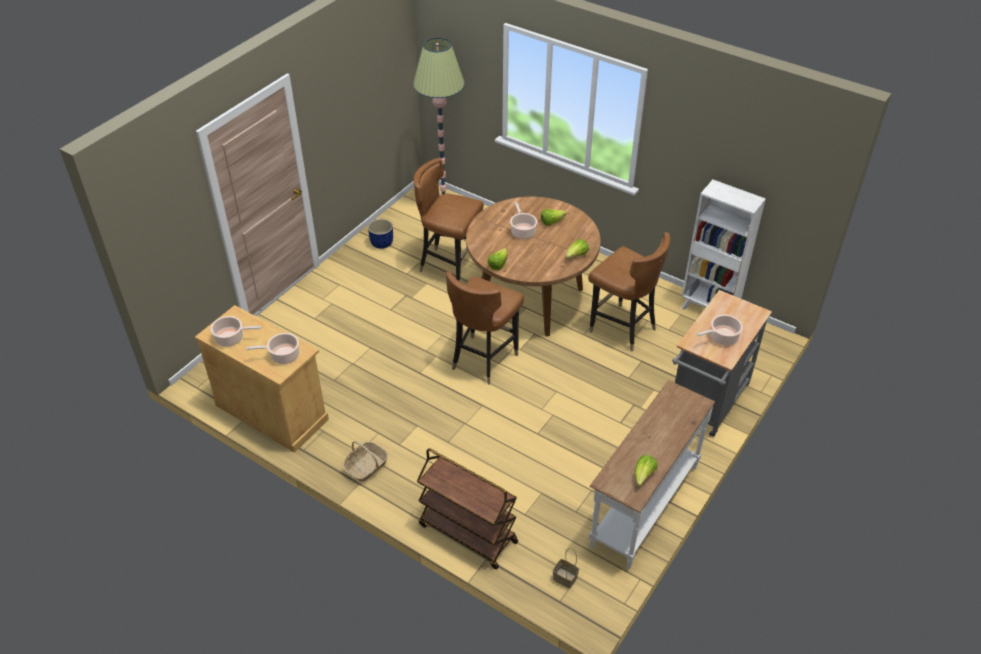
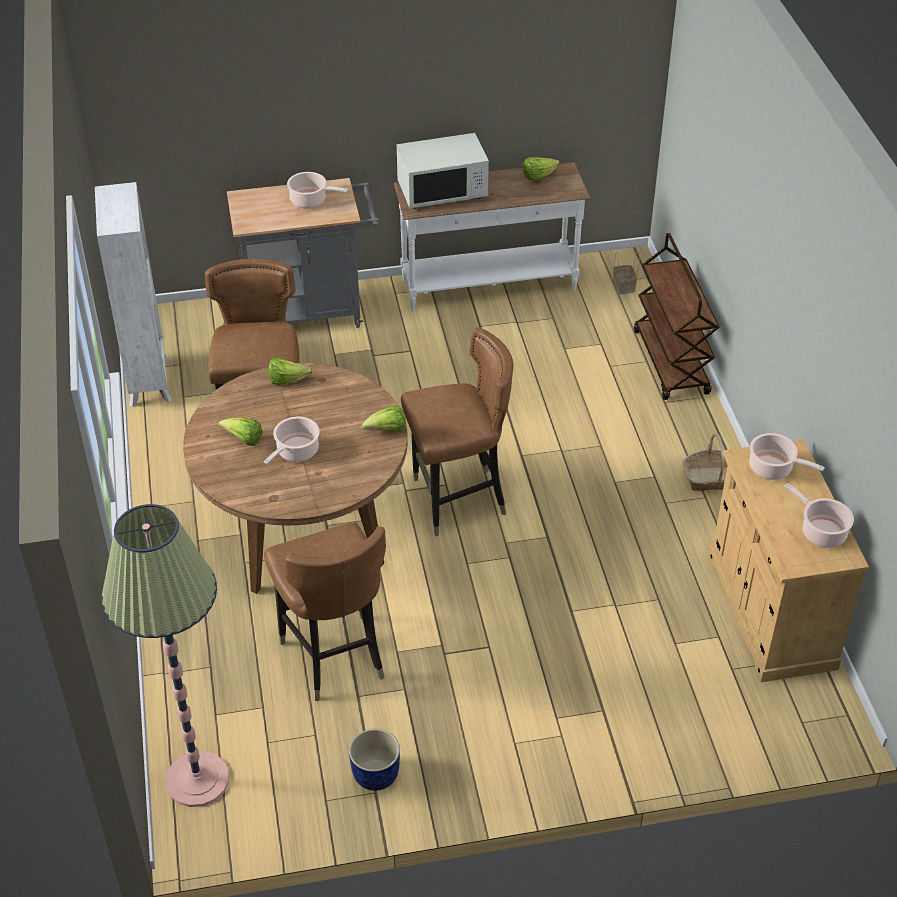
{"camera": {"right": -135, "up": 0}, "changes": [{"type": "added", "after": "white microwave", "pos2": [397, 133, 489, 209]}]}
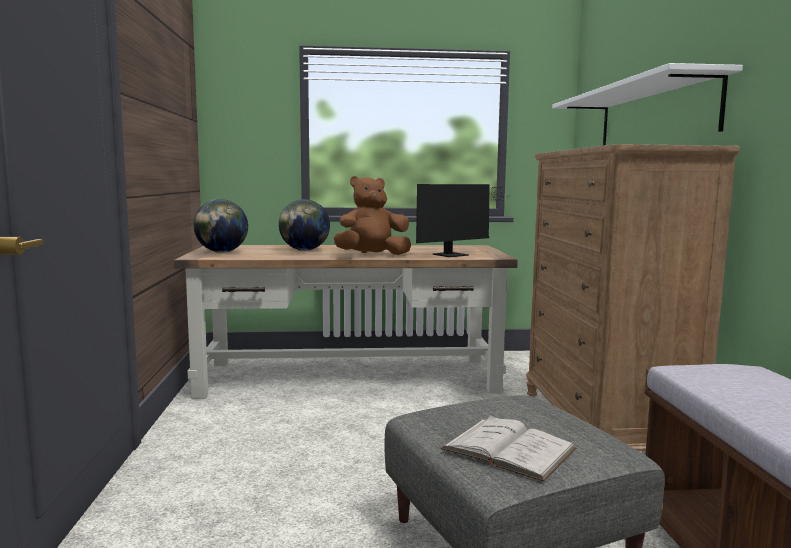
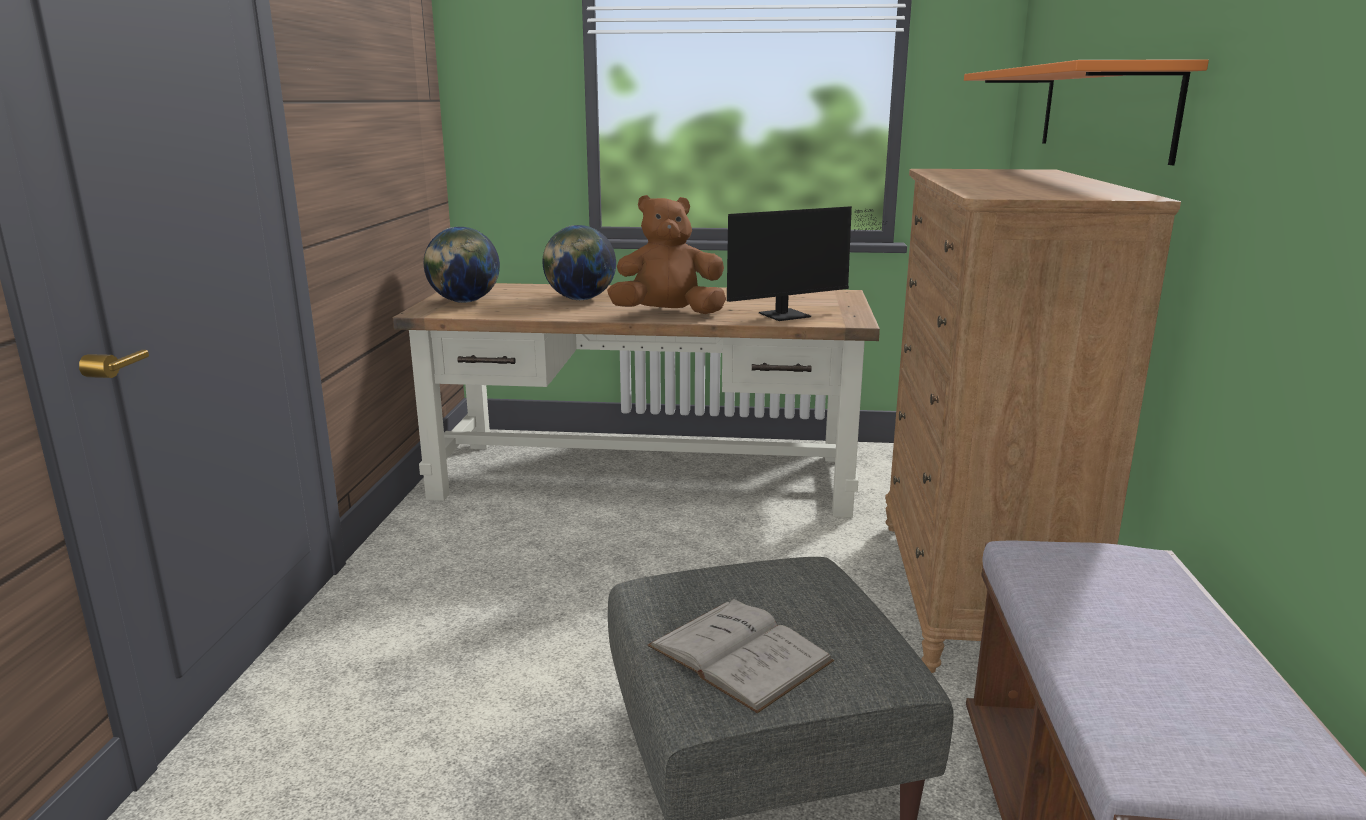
{"camera": {"right": 10, "up": 10}, "changes": [{"type": "recoloured", "before": "white shelf", "after": "orange shelf", "pos1": [552, 63, 743, 145], "pos2": [964, 59, 1209, 165]}]}
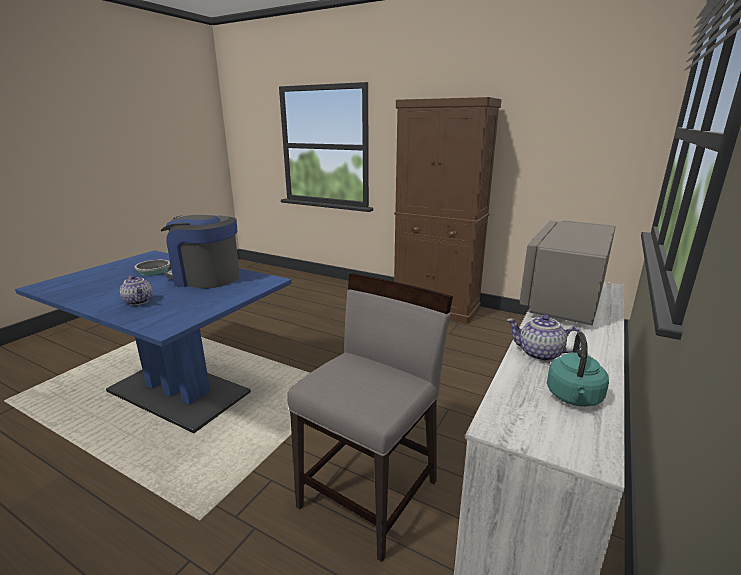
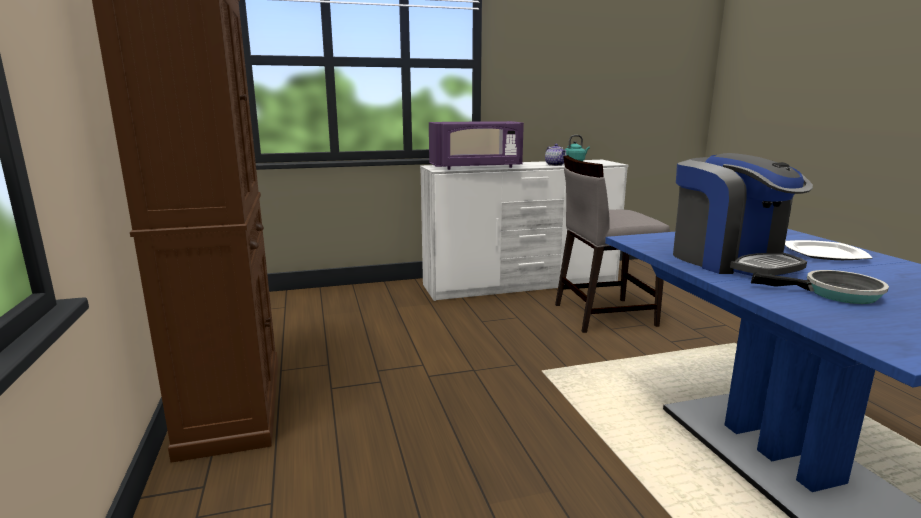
{"camera": {"right": -135, "up": -5}, "changes": [{"type": "replaced", "before": "teapot", "after": "plate", "pos1": [120, 275, 153, 305], "pos2": [785, 240, 872, 260]}, {"type": "recoloured", "before": "grey microwave", "after": "purple microwave", "pos1": [520, 220, 616, 325], "pos2": [429, 121, 524, 170]}]}
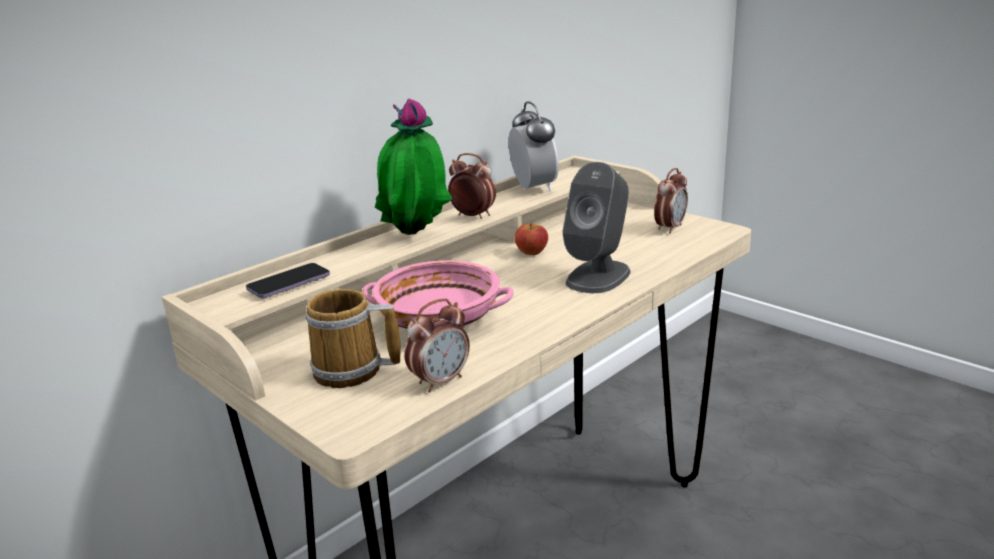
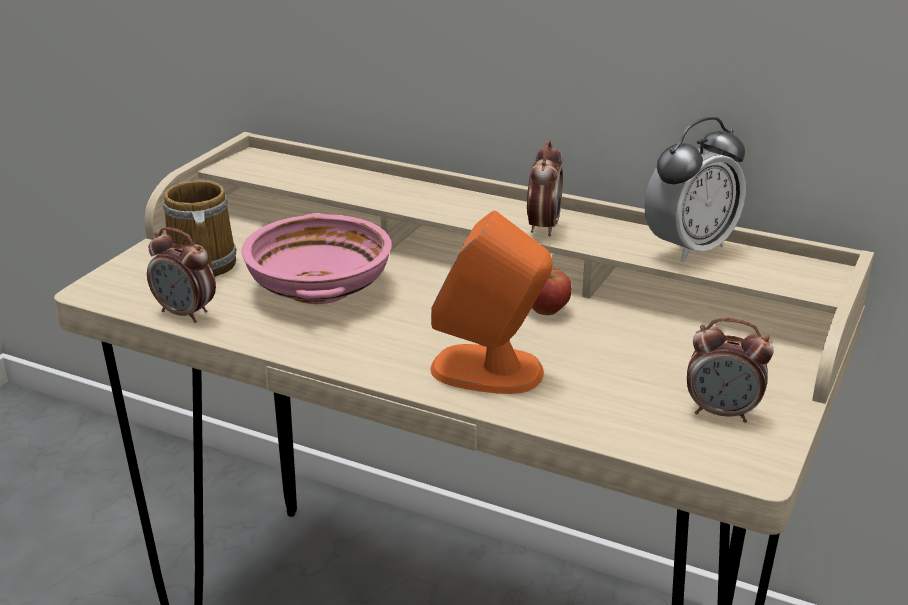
{"camera": {"right": 70, "up": 5}, "changes": [{"type": "removed", "before": "phone", "pos1": [246, 263, 330, 298]}, {"type": "removed", "before": "potted plant", "pos1": [375, 98, 452, 235]}, {"type": "recoloured", "before": "grey speaker", "after": "orange speaker", "pos1": [562, 162, 630, 293], "pos2": [431, 211, 553, 394]}]}
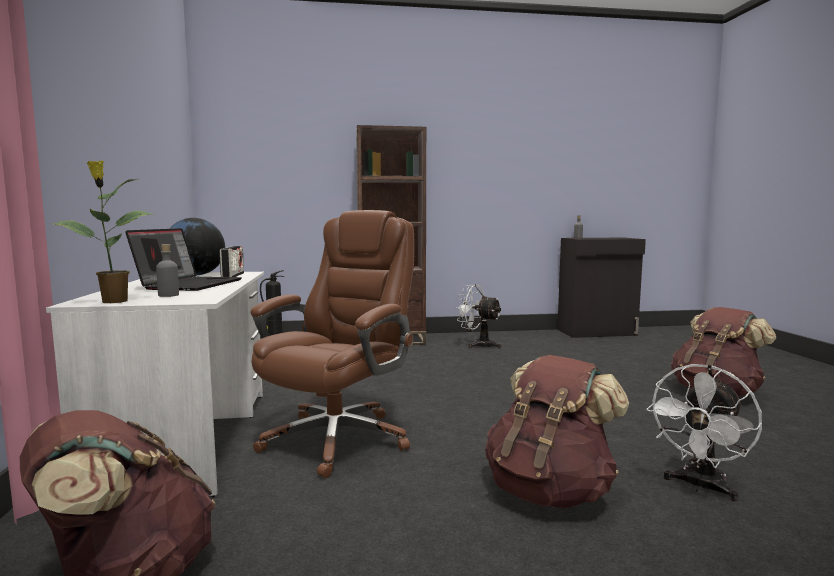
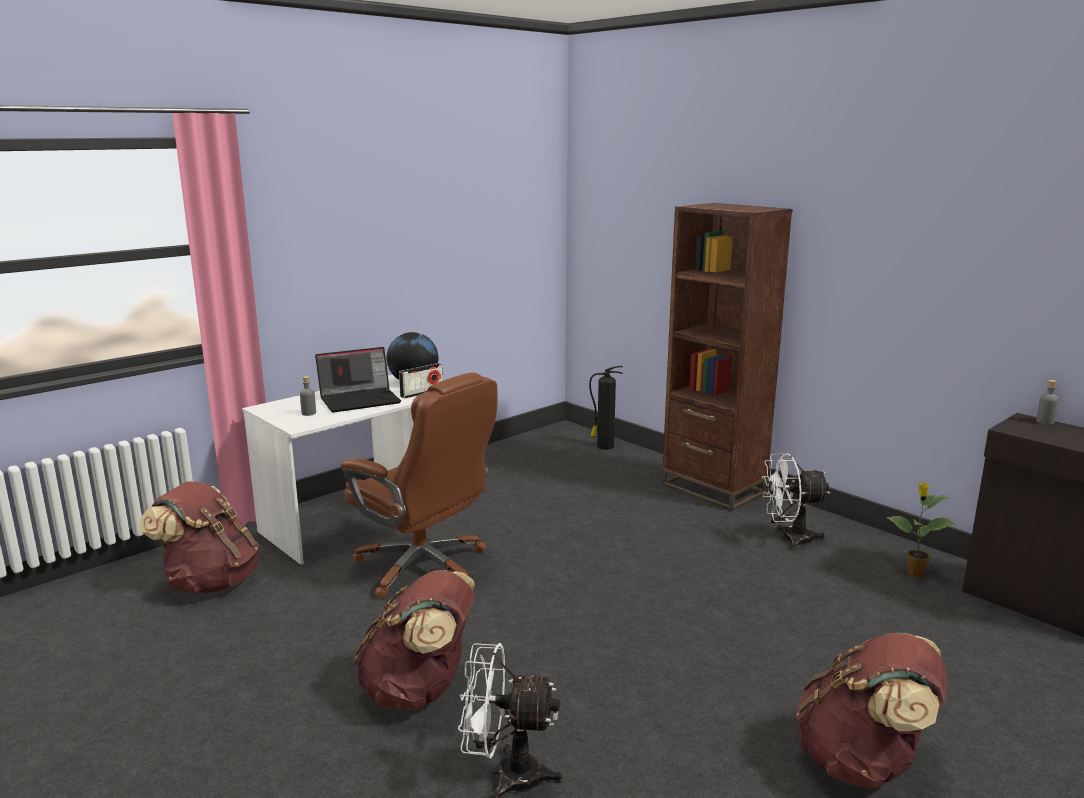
{"camera": {"right": 55, "up": 10}, "changes": [{"type": "moved", "before": "potted plant", "pos1": [52, 161, 152, 303], "pos2": [887, 482, 956, 578]}, {"type": "turned", "before": "brown office chair", "pos1": [250, 210, 415, 478], "pos2": [340, 372, 498, 599], "turn": 45}, {"type": "turned", "before": "white fan", "pos1": [456, 284, 502, 348], "pos2": [762, 453, 830, 551], "turn": -90}]}
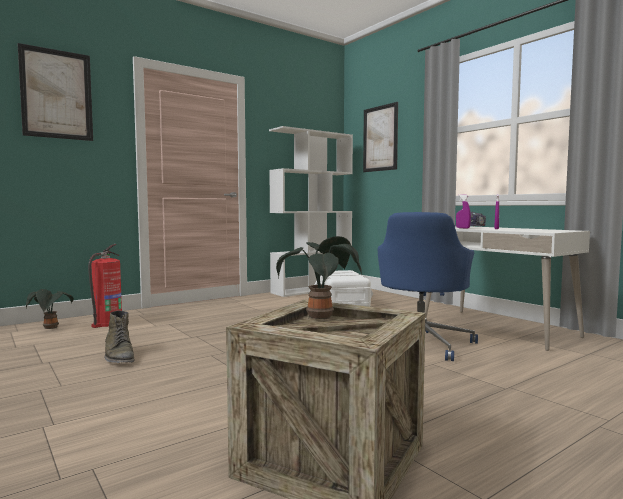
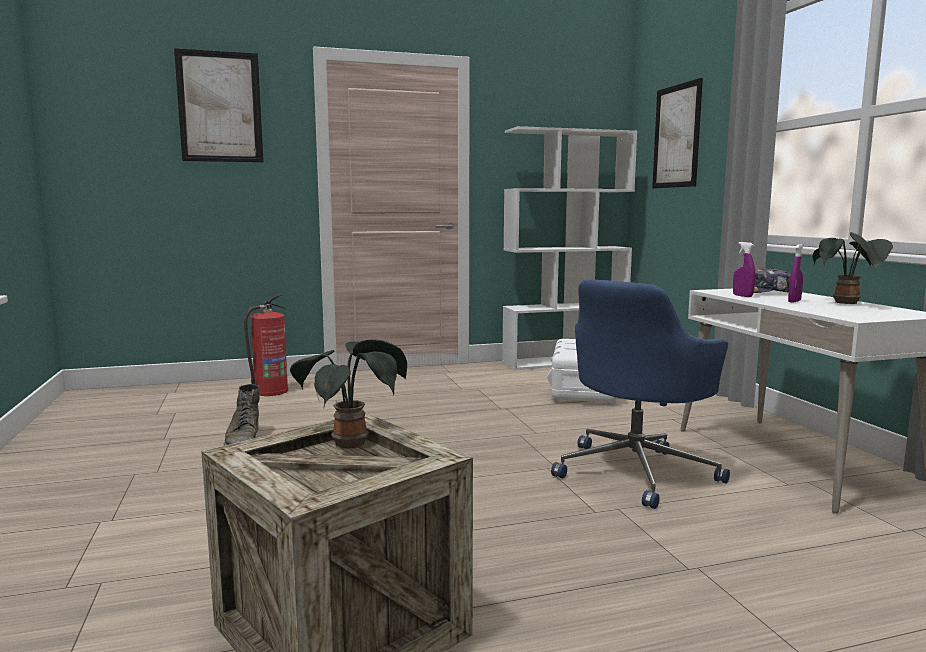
{"camera": {"right": 20, "up": 5}, "changes": [{"type": "moved", "before": "potted plant", "pos1": [26, 289, 74, 329], "pos2": [813, 232, 893, 304]}]}
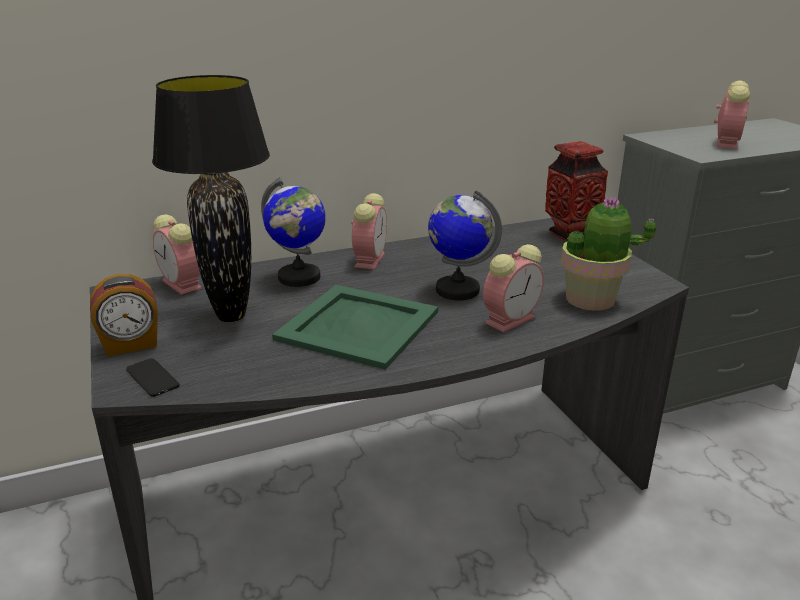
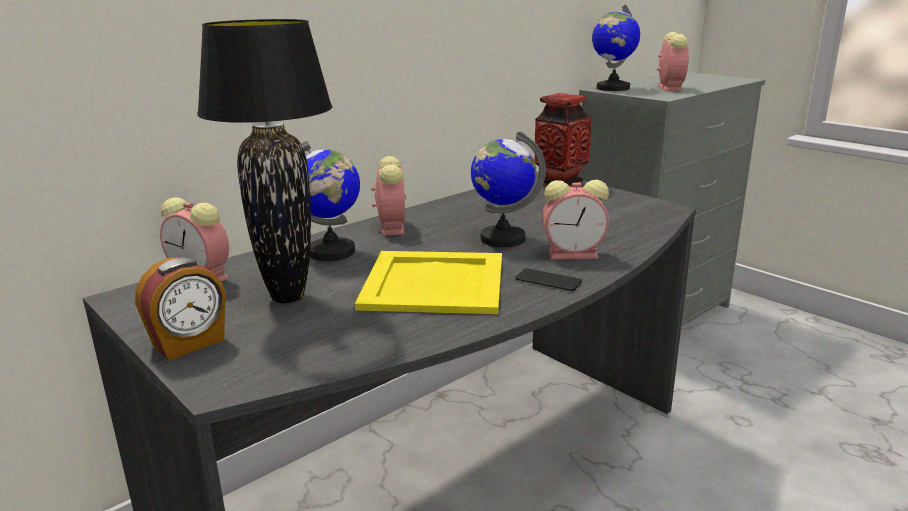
{"camera": {"right": -20, "up": -5}, "changes": [{"type": "removed", "before": "potted plant", "pos1": [561, 196, 656, 311]}, {"type": "added", "after": "globe", "pos2": [592, 4, 640, 91]}, {"type": "moved", "before": "phone", "pos1": [126, 358, 180, 397], "pos2": [515, 268, 582, 291]}, {"type": "recoloured", "before": "green tray", "after": "yellow tray", "pos1": [272, 285, 438, 370], "pos2": [355, 251, 502, 314]}, {"type": "turned", "before": "alarm clock", "pos1": [483, 244, 544, 333], "pos2": [542, 180, 609, 259], "turn": 60}]}
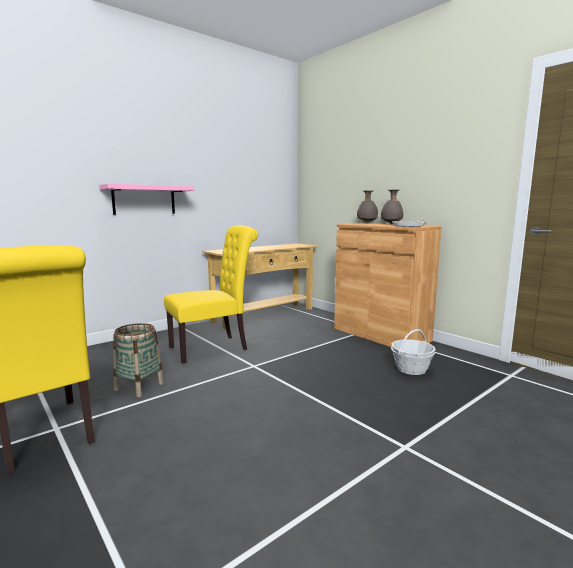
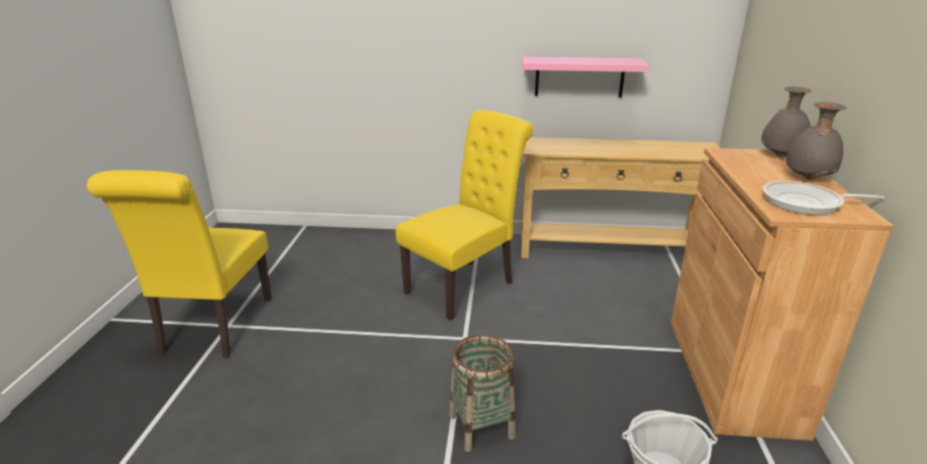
{"camera": {"right": 45, "up": 15}, "changes": [{"type": "moved", "before": "pink shelf", "pos1": [99, 184, 194, 215], "pos2": [522, 56, 649, 98]}, {"type": "moved", "before": "basket", "pos1": [113, 323, 164, 397], "pos2": [449, 334, 516, 452]}, {"type": "turned", "before": "yellow chair", "pos1": [164, 225, 258, 364], "pos2": [396, 110, 534, 321], "turn": -60}]}
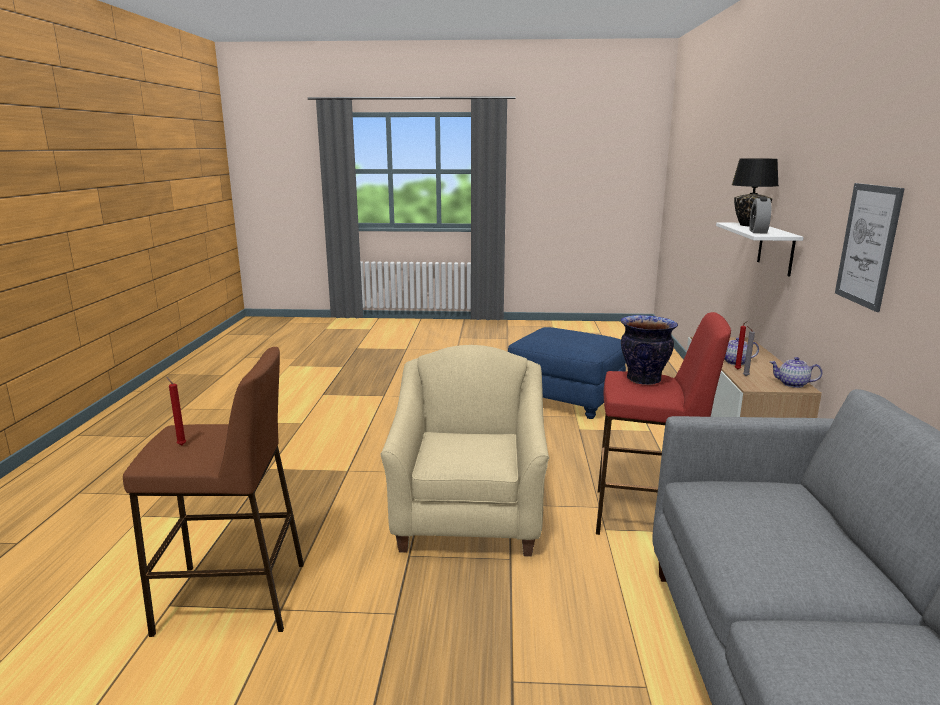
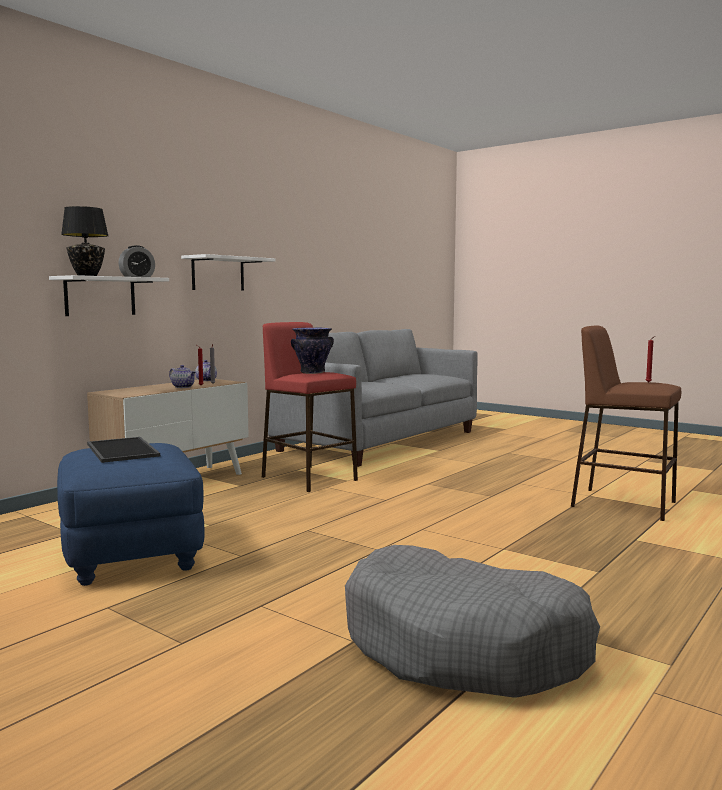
{"camera": {"right": -145, "up": -10}, "changes": [{"type": "removed", "before": "beige armchair", "pos1": [380, 345, 549, 557]}, {"type": "added", "after": "tray", "pos2": [87, 437, 160, 463]}, {"type": "added", "after": "grey dog bed", "pos2": [345, 545, 600, 698]}, {"type": "replaced", "before": "picture", "after": "white shelf", "pos1": [835, 183, 905, 312], "pos2": [181, 254, 276, 291]}]}
